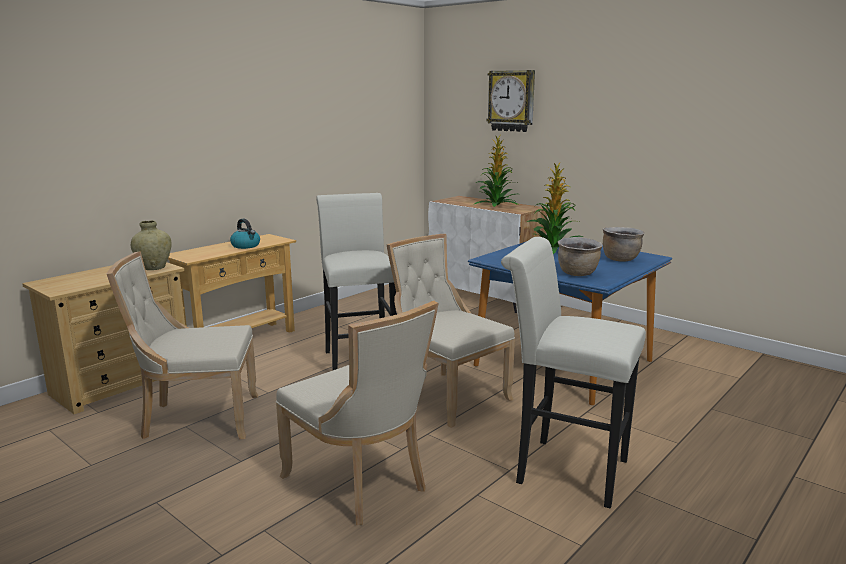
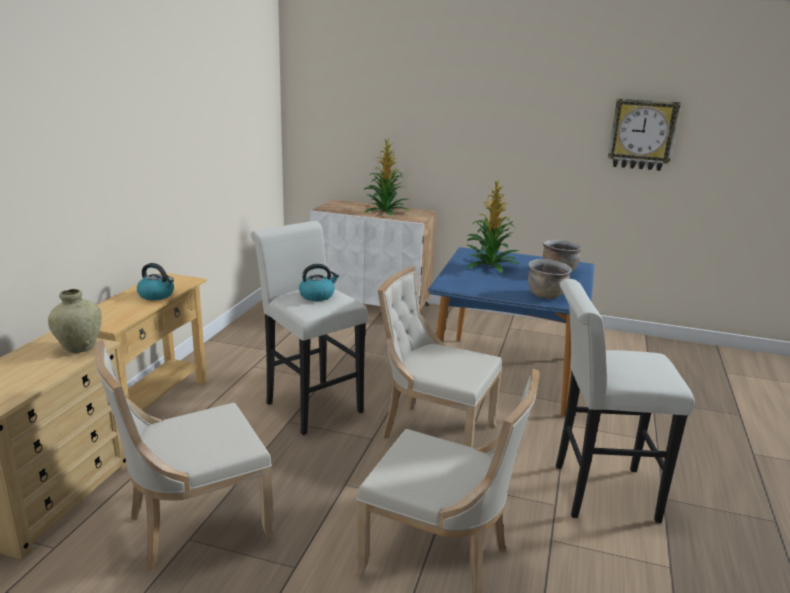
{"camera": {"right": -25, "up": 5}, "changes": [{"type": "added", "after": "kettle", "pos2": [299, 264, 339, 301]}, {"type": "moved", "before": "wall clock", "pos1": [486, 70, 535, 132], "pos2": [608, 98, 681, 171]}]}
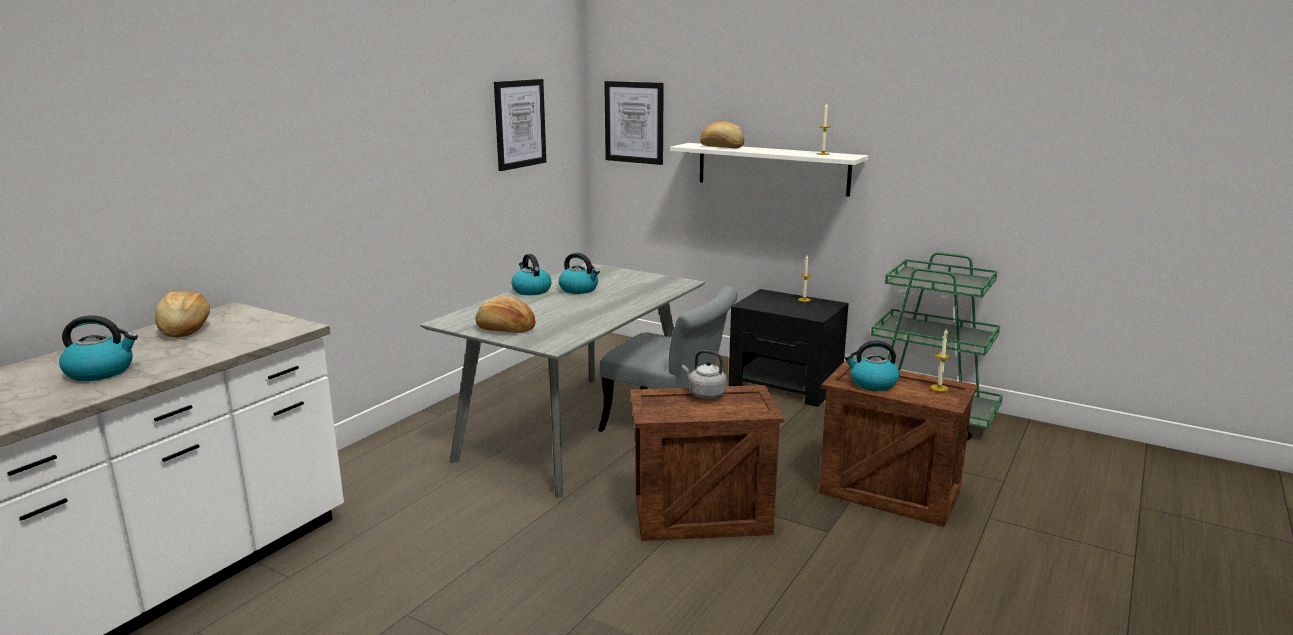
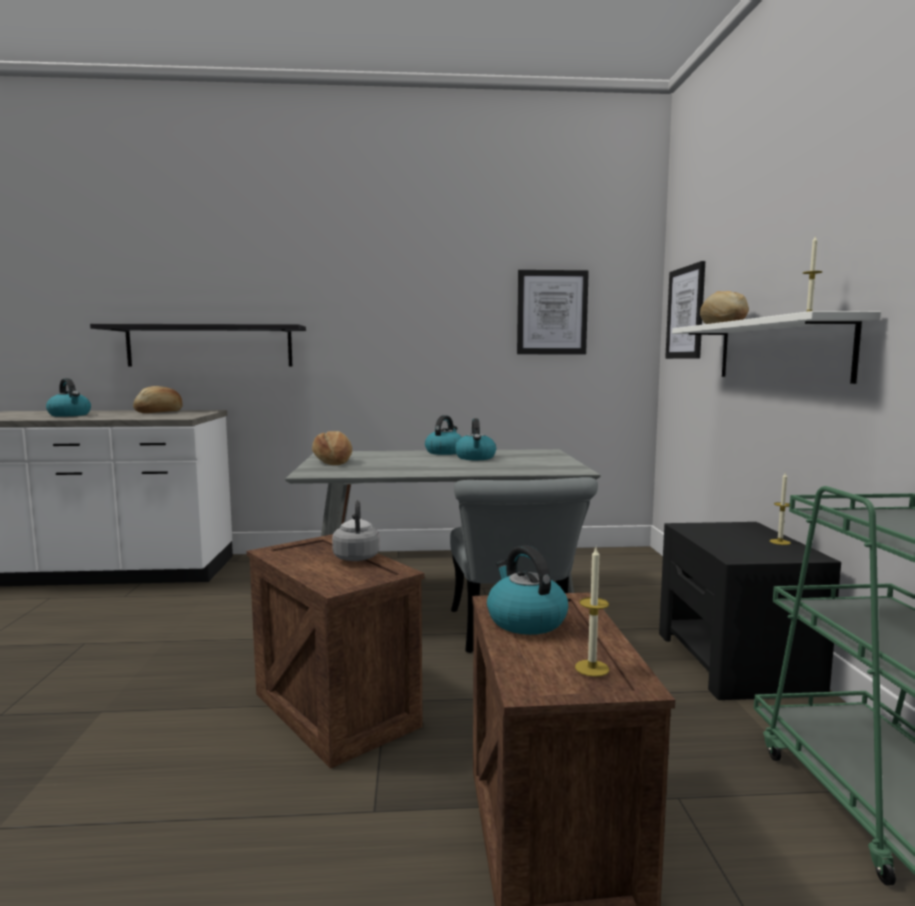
{"camera": {"right": 55, "up": -10}, "changes": [{"type": "added", "after": "black shelf", "pos2": [90, 324, 306, 367]}]}
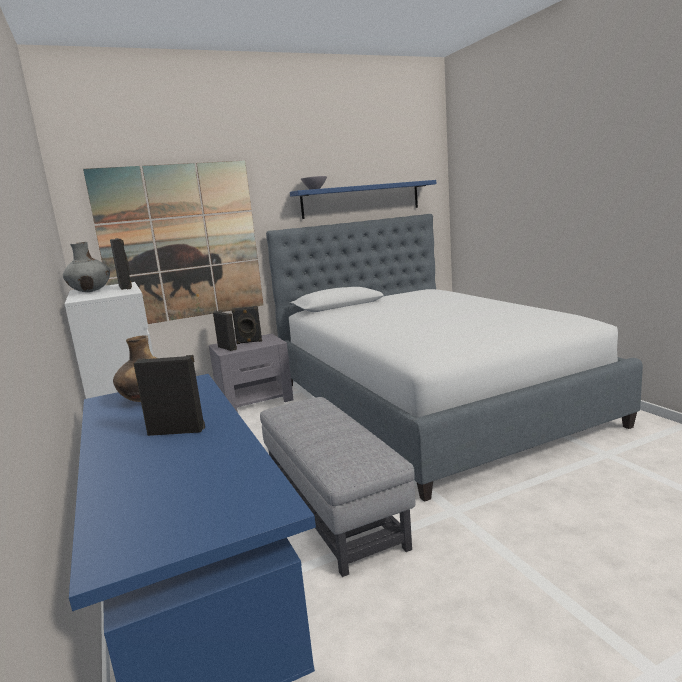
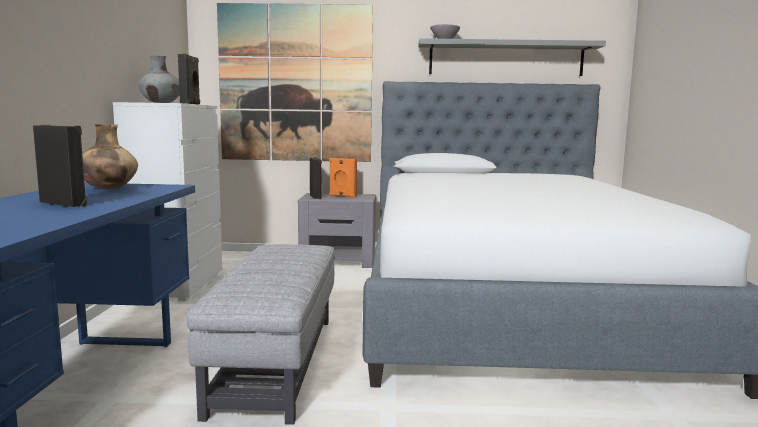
{"camera": {"right": 25, "up": -5}, "changes": [{"type": "recoloured", "before": "black speaker", "after": "orange speaker", "pos1": [232, 306, 262, 344], "pos2": [329, 158, 357, 198]}, {"type": "recoloured", "before": "blue shelf", "after": "grey shelf", "pos1": [290, 180, 436, 219], "pos2": [418, 38, 606, 76]}]}
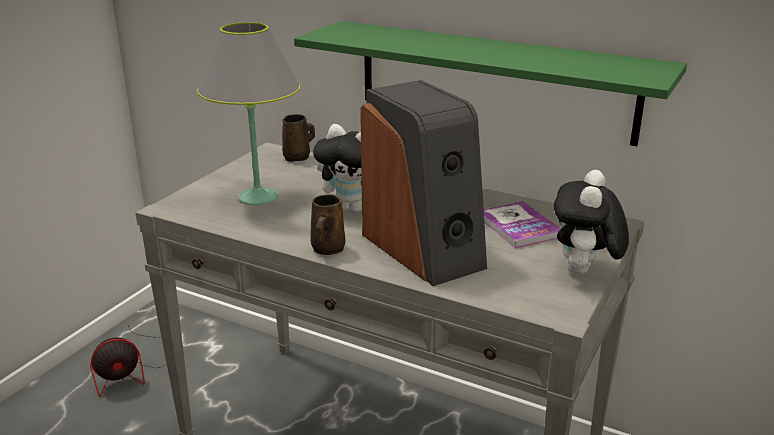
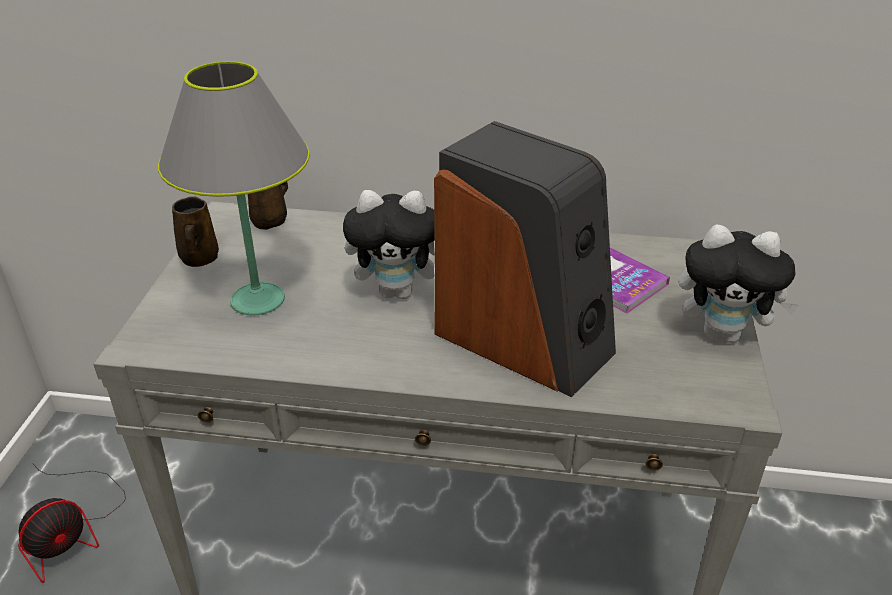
{"camera": {"right": -20, "up": 10}, "changes": [{"type": "removed", "before": "green shelf", "pos1": [294, 21, 687, 146]}, {"type": "moved", "before": "brown mug", "pos1": [310, 194, 346, 255], "pos2": [172, 196, 219, 267]}, {"type": "turned", "before": "plush toy", "pos1": [554, 170, 629, 275], "pos2": [679, 224, 799, 343], "turn": -75}]}
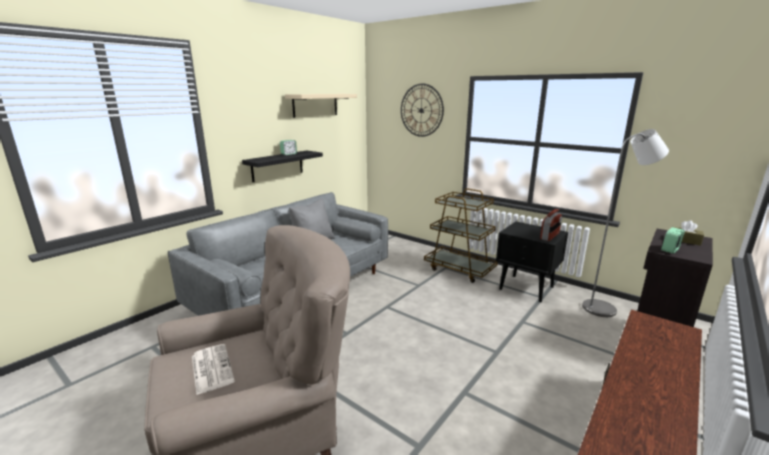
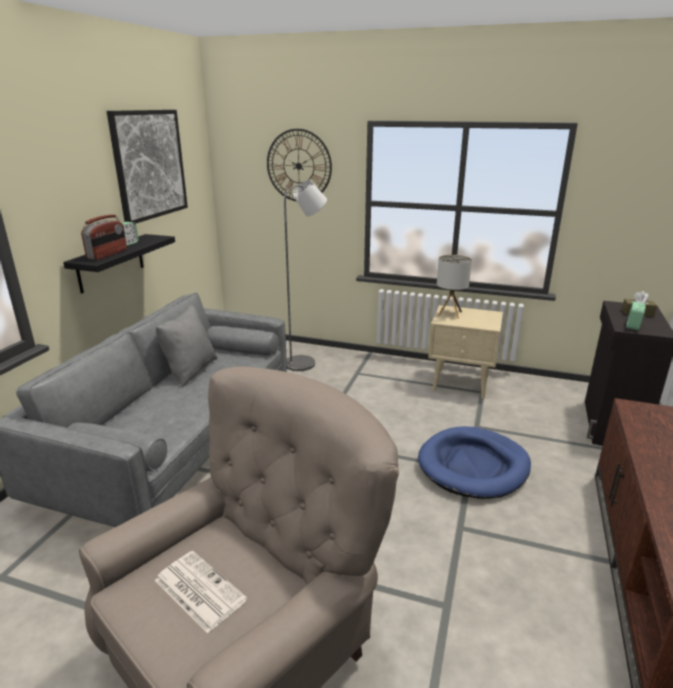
{"camera": {"right": -20, "up": 5}, "changes": [{"type": "removed", "before": "brown cart", "pos1": [424, 188, 498, 283]}, {"type": "added", "after": "blue dog bed", "pos2": [418, 426, 531, 499]}, {"type": "added", "after": "table lamp", "pos2": [437, 255, 472, 319]}, {"type": "moved", "before": "radio", "pos1": [540, 209, 562, 241], "pos2": [81, 215, 127, 260]}, {"type": "moved", "before": "grey floor lamp", "pos1": [582, 129, 669, 317], "pos2": [284, 180, 327, 371]}, {"type": "replaced", "before": "beige shelf", "after": "picture", "pos1": [285, 94, 357, 118], "pos2": [107, 110, 188, 224]}, {"type": "recoloured", "before": "black nightstand", "after": "beige nightstand", "pos1": [496, 222, 568, 302], "pos2": [428, 305, 503, 399]}]}
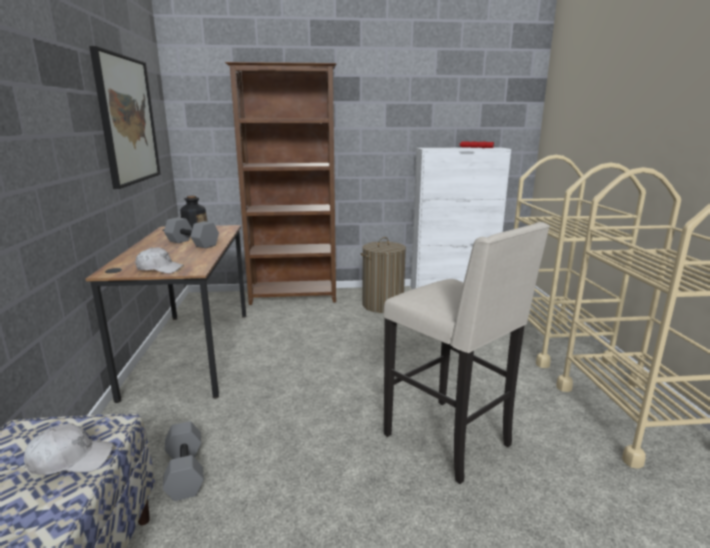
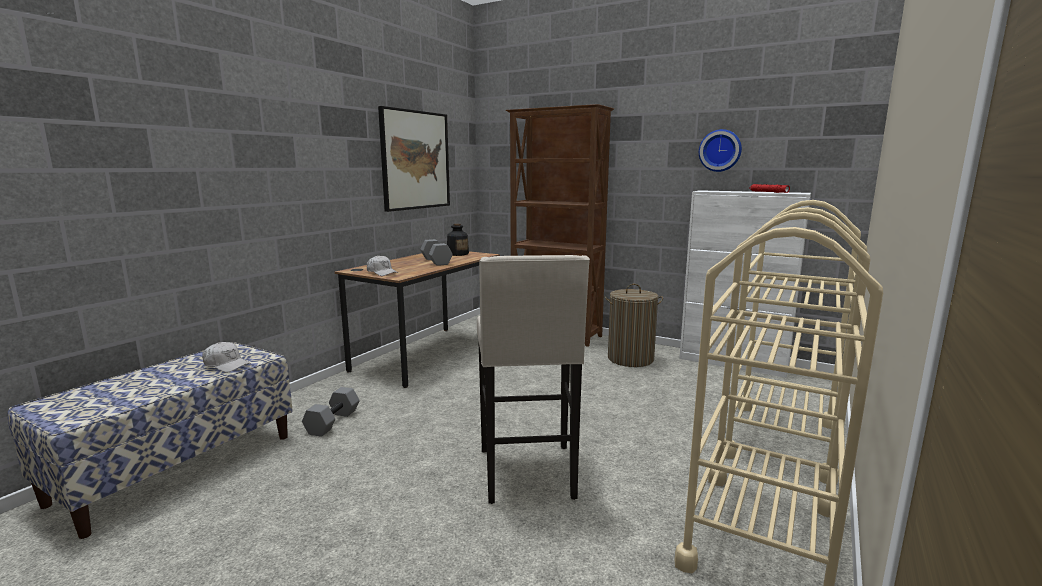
{"camera": {"right": 35, "up": -5}, "changes": [{"type": "added", "after": "wall clock", "pos2": [699, 129, 742, 172]}]}
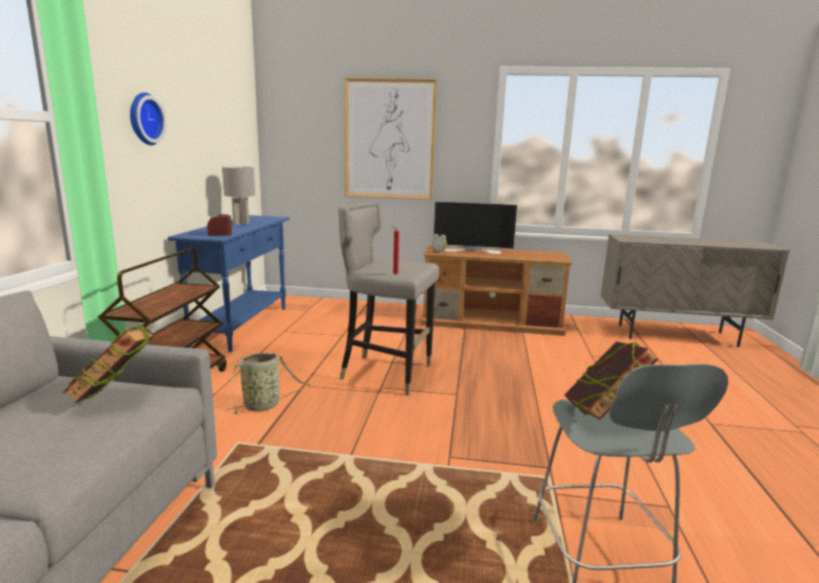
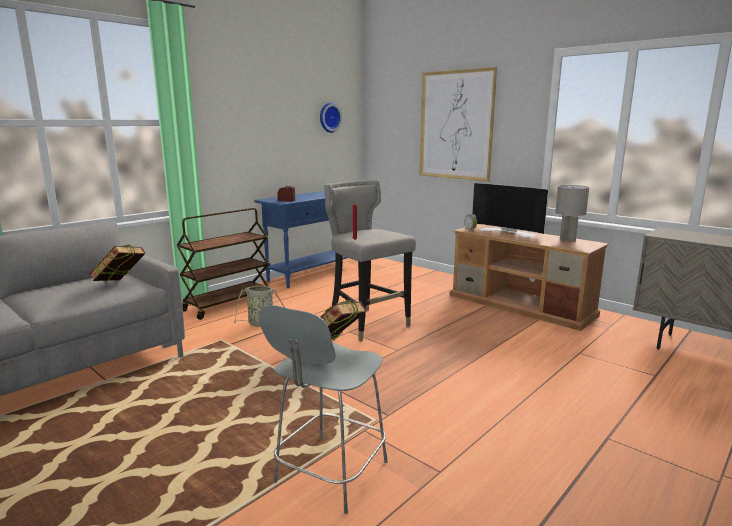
{"camera": {"right": 35, "up": 0}, "changes": [{"type": "moved", "before": "wall clock", "pos1": [130, 93, 166, 145], "pos2": [320, 103, 342, 133]}, {"type": "moved", "before": "grey table lamp", "pos1": [222, 167, 255, 225], "pos2": [555, 185, 589, 242]}]}
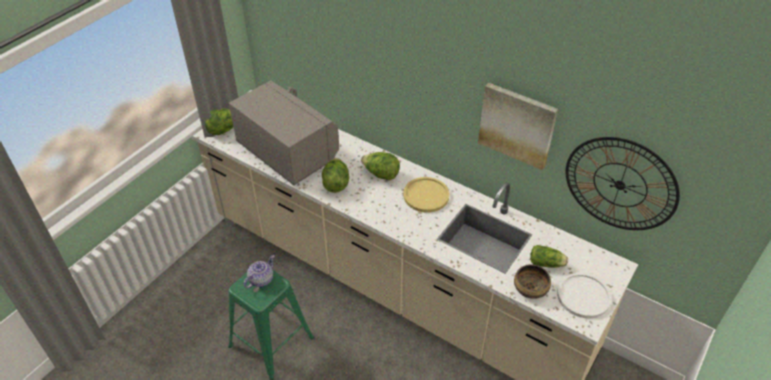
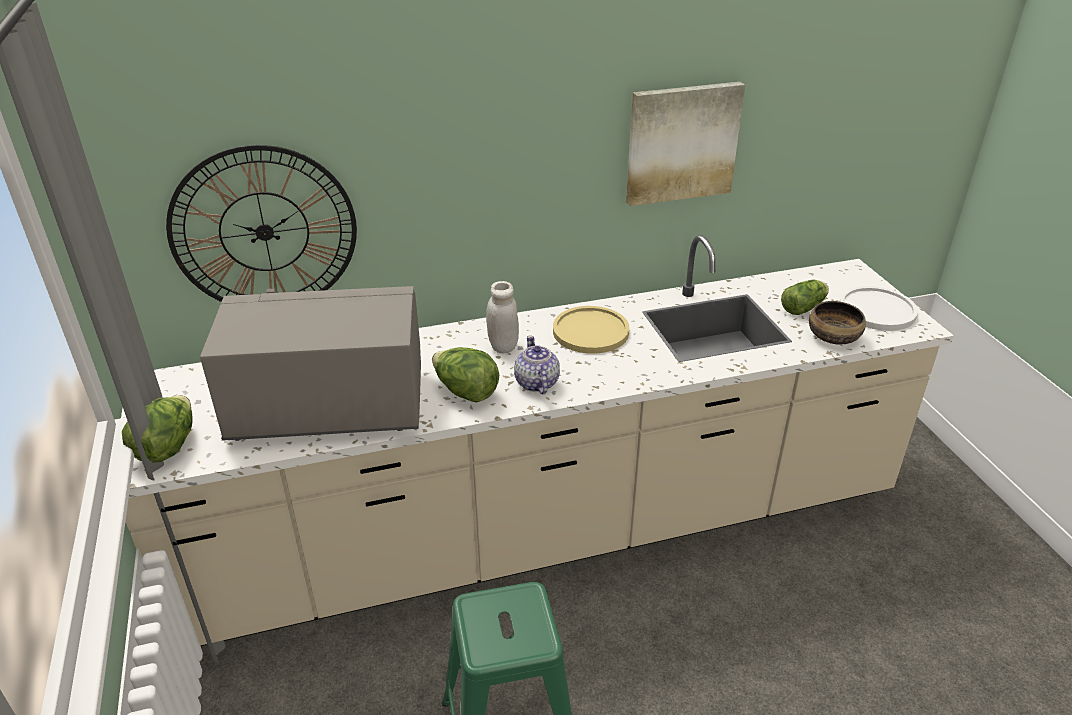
{"camera": {"right": -50, "up": -10}, "changes": [{"type": "moved", "before": "teapot", "pos1": [244, 255, 275, 288], "pos2": [514, 335, 560, 394]}, {"type": "moved", "before": "wall clock", "pos1": [566, 137, 680, 230], "pos2": [166, 145, 357, 302]}, {"type": "replaced", "before": "lettuce", "after": "white jar", "pos1": [361, 152, 400, 180], "pos2": [486, 281, 519, 354]}]}
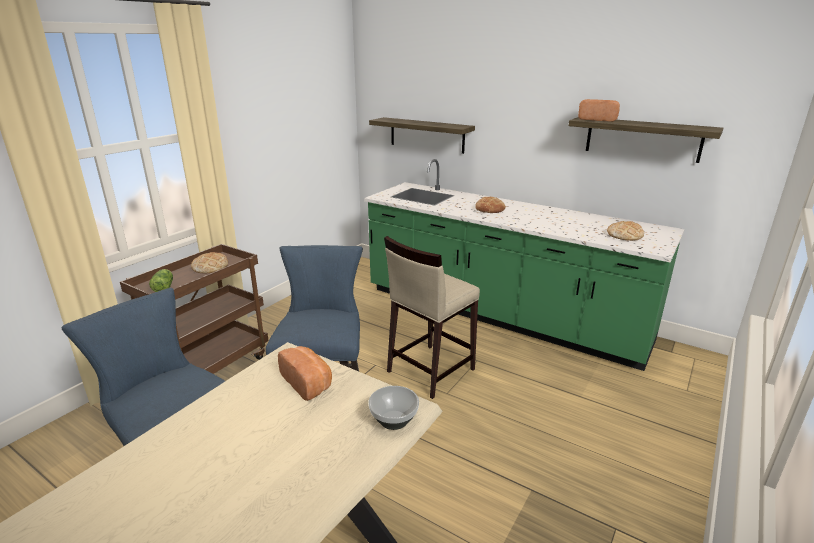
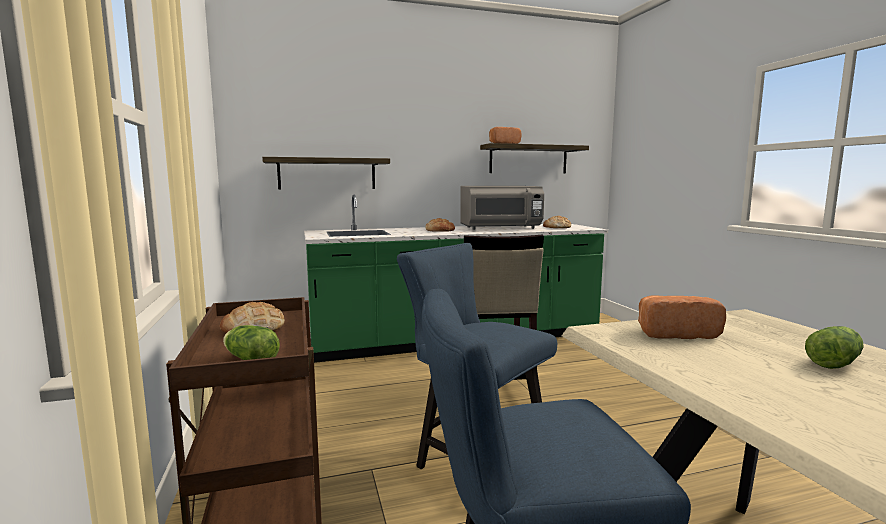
{"camera": {"right": -50, "up": -15}, "changes": [{"type": "removed", "before": "bowl", "pos1": [369, 386, 419, 430]}, {"type": "added", "after": "grey microwave", "pos2": [460, 186, 544, 230]}, {"type": "added", "after": "lettuce", "pos2": [805, 326, 864, 369]}]}
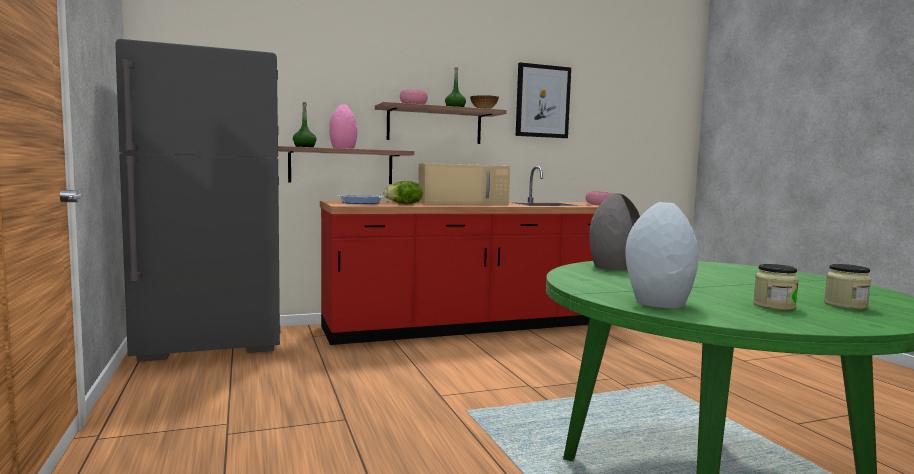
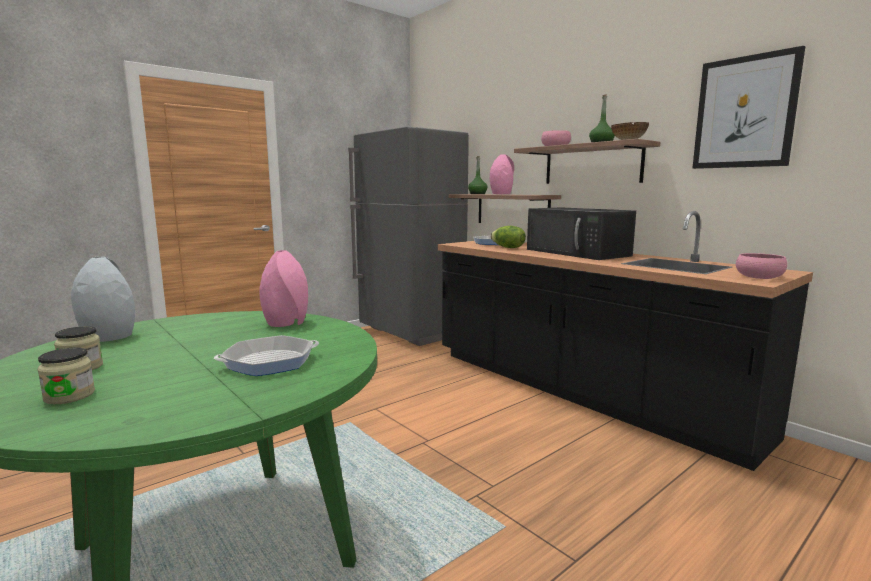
{"camera": {"right": 70, "up": 5}, "changes": [{"type": "added", "after": "frying pan", "pos2": [214, 335, 319, 376]}, {"type": "recoloured", "before": "red counter", "after": "black counter", "pos1": [320, 166, 599, 345], "pos2": [438, 211, 813, 471]}, {"type": "recoloured", "before": "beige microwave", "after": "black microwave", "pos1": [418, 163, 510, 205], "pos2": [527, 207, 636, 260]}, {"type": "recoloured", "before": "grey vase", "after": "pink vase", "pos1": [589, 194, 640, 270], "pos2": [259, 250, 308, 327]}]}
